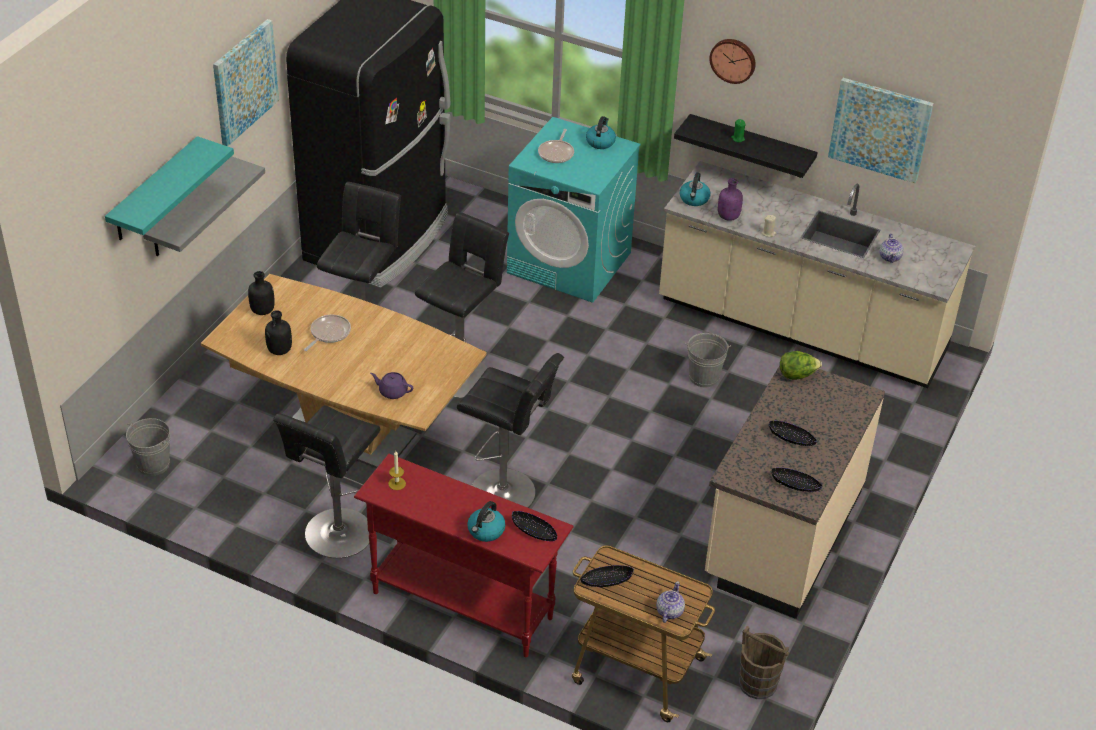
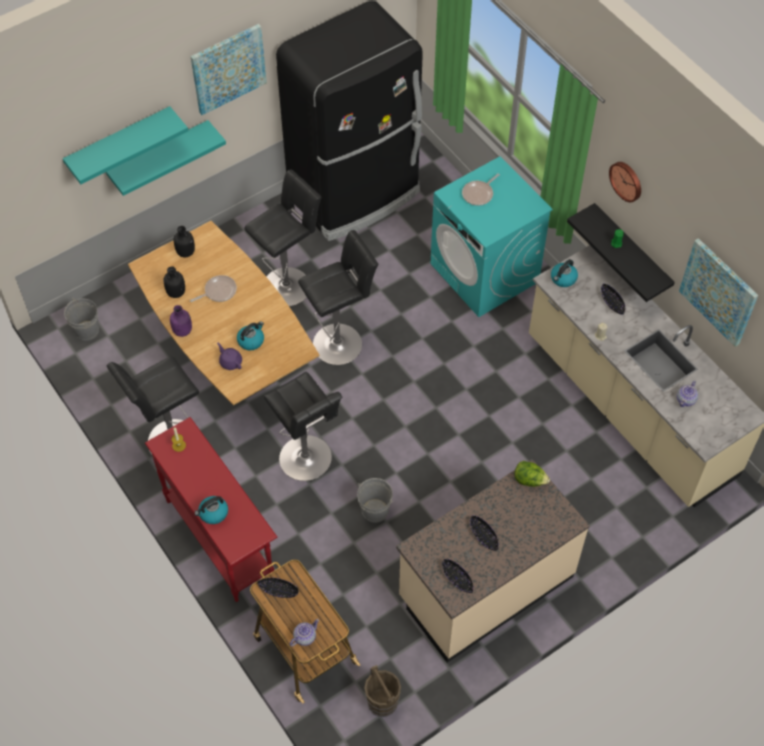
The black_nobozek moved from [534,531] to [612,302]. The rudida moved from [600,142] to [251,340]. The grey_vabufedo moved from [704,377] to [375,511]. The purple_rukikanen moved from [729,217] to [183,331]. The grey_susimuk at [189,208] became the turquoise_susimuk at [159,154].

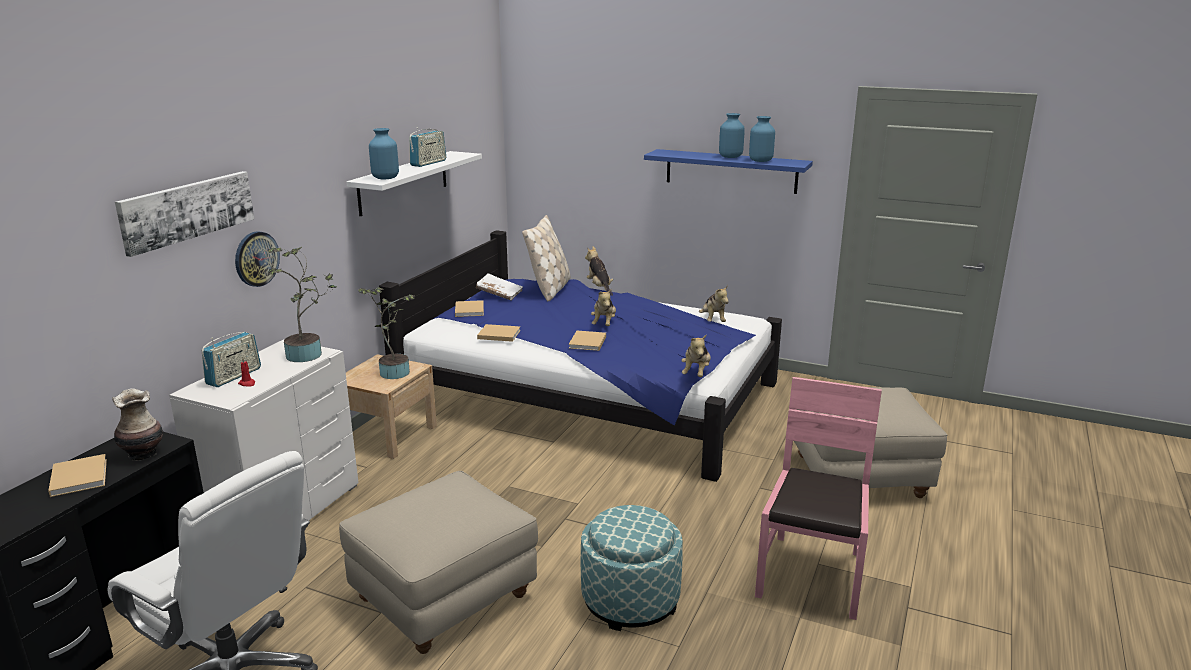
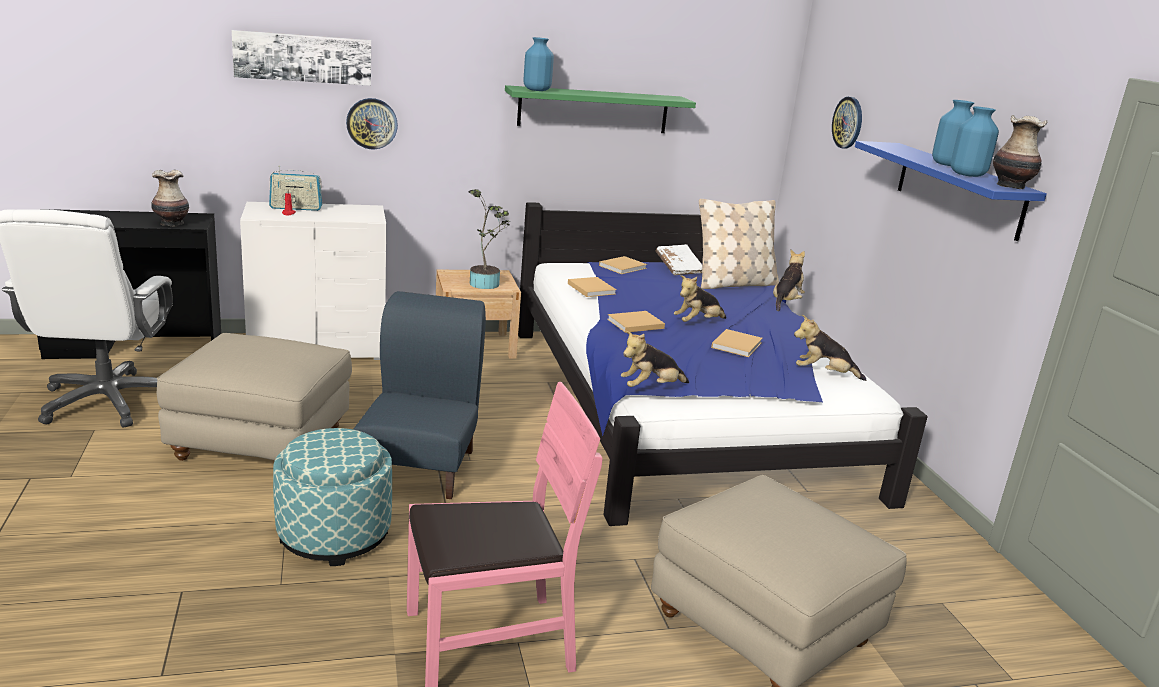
The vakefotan at [308,354] disappeared. The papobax at [428,163] disappeared. The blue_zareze at [420,468] appeared. The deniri at [848,122] appeared. The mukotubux at [1011,186] appeared. The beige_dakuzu moved from [79,476] to [737,344]. The white_susimuk at [404,182] became the green_susimuk at [593,110]. The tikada at [713,320] turned 60 degrees clockwise.

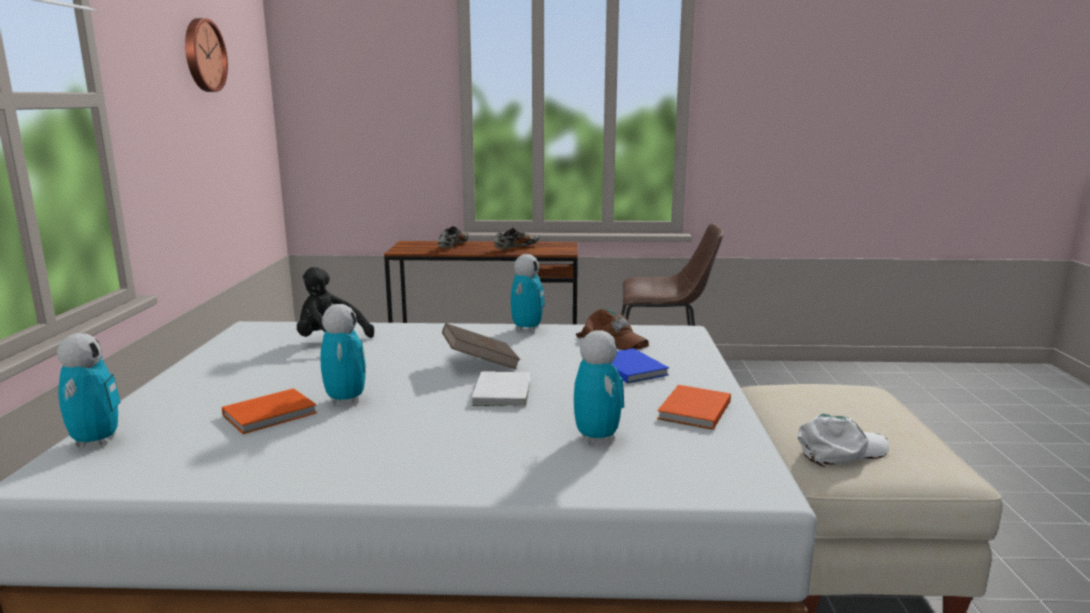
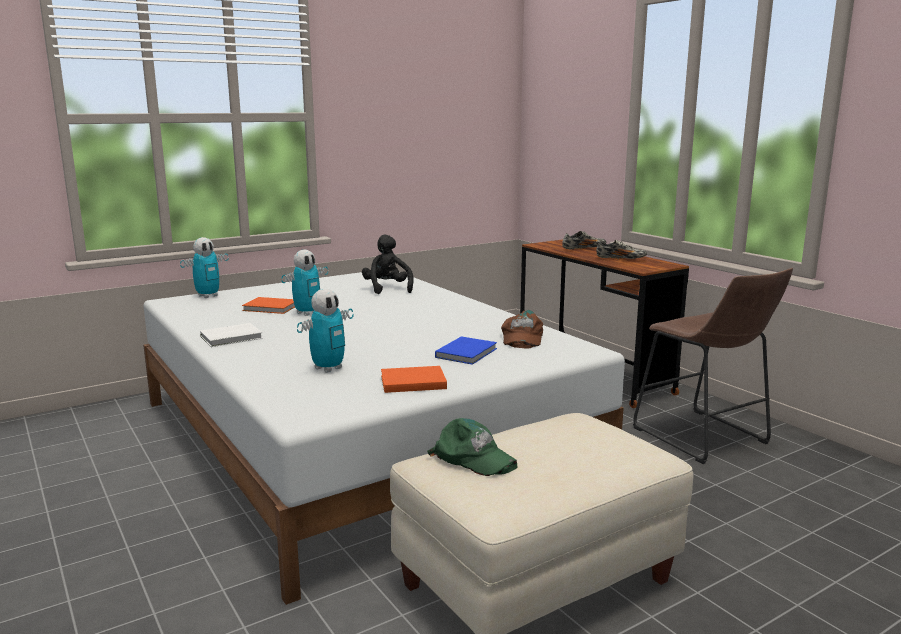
The deniri at [203,55] disappeared. The brown_dakuzu at [480,363] disappeared. The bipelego at [527,329] disappeared. The white_dakuzu moved from [503,391] to [233,337]. The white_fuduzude at [841,450] became the green_fuduzude at [473,458].

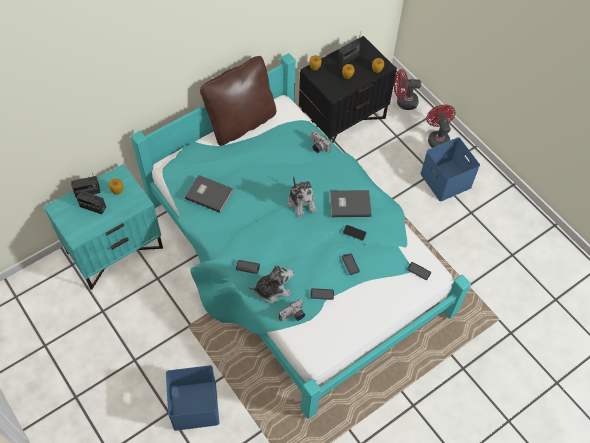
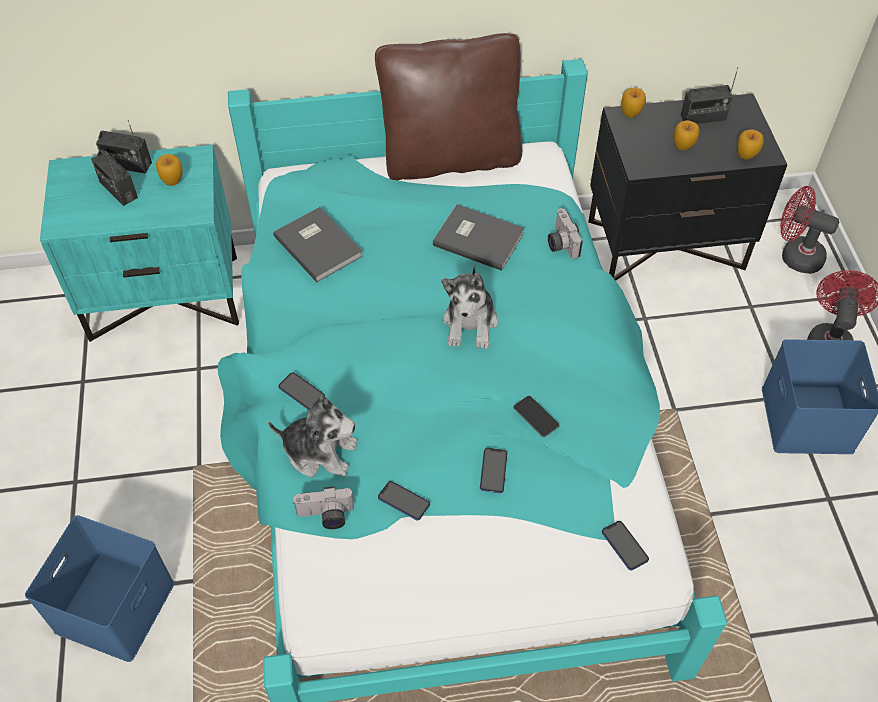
The grey_dakuzu moved from [349,204] to [478,237].

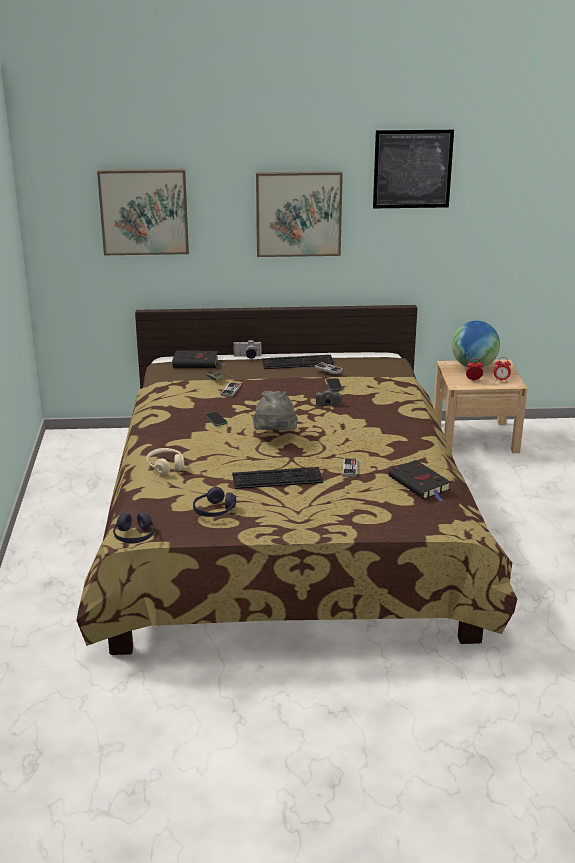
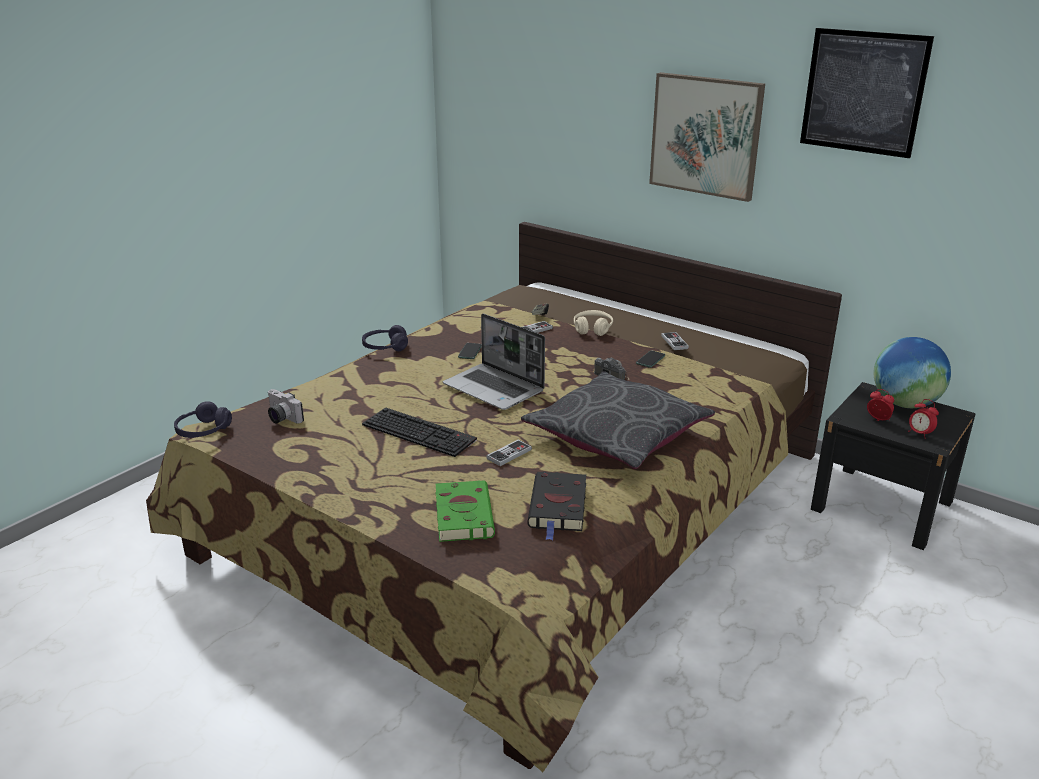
The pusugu at [144,211] disappeared. The black_dakuzu at [197,362] disappeared. The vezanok at [298,362] disappeared. The green_dakuzu at [463,514] appeared. The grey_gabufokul at [617,434] appeared. The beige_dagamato moved from [165,466] to [592,329]. The purple_dagamato moved from [214,511] to [385,347]. The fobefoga moved from [247,357] to [281,418]. The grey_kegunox at [275,436] was replaced by the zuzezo at [495,388]. The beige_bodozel at [475,437] became the black_bodozel at [882,505].

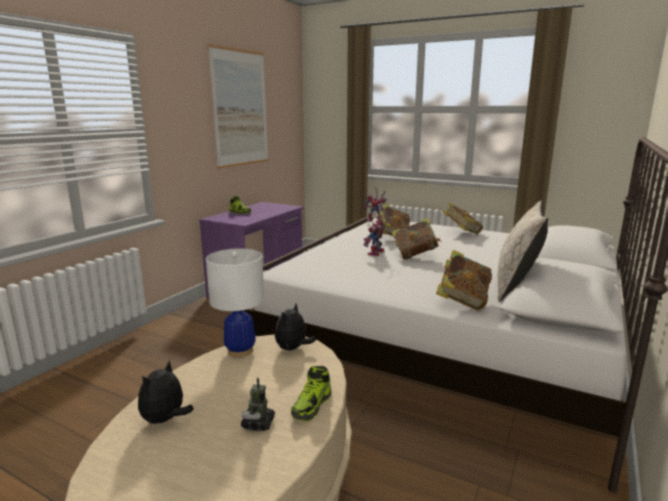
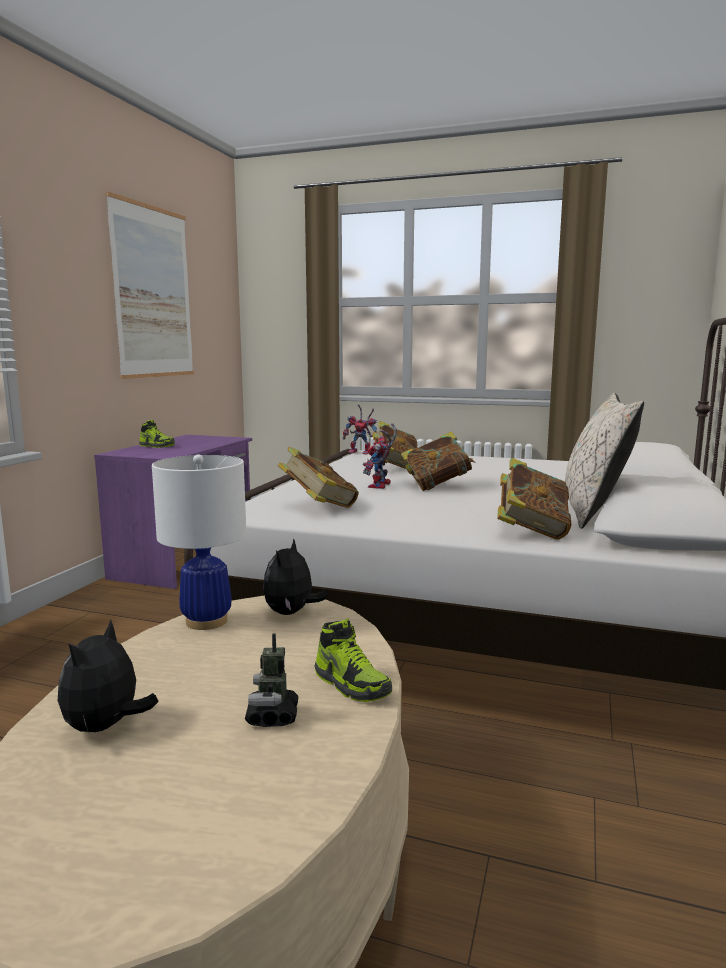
The dakuzu moved from [461,233] to [318,507]. The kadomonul at [312,406] turned 60 degrees counterclockwise.

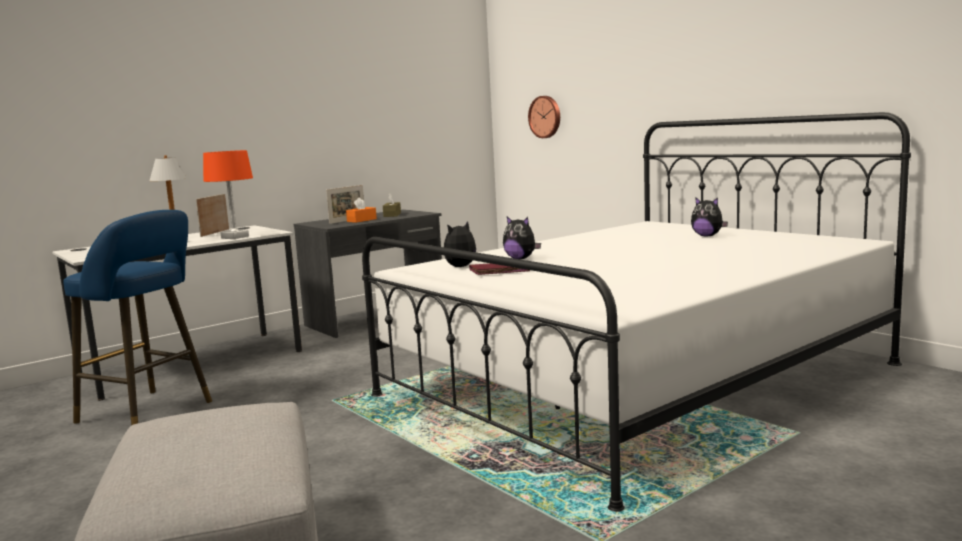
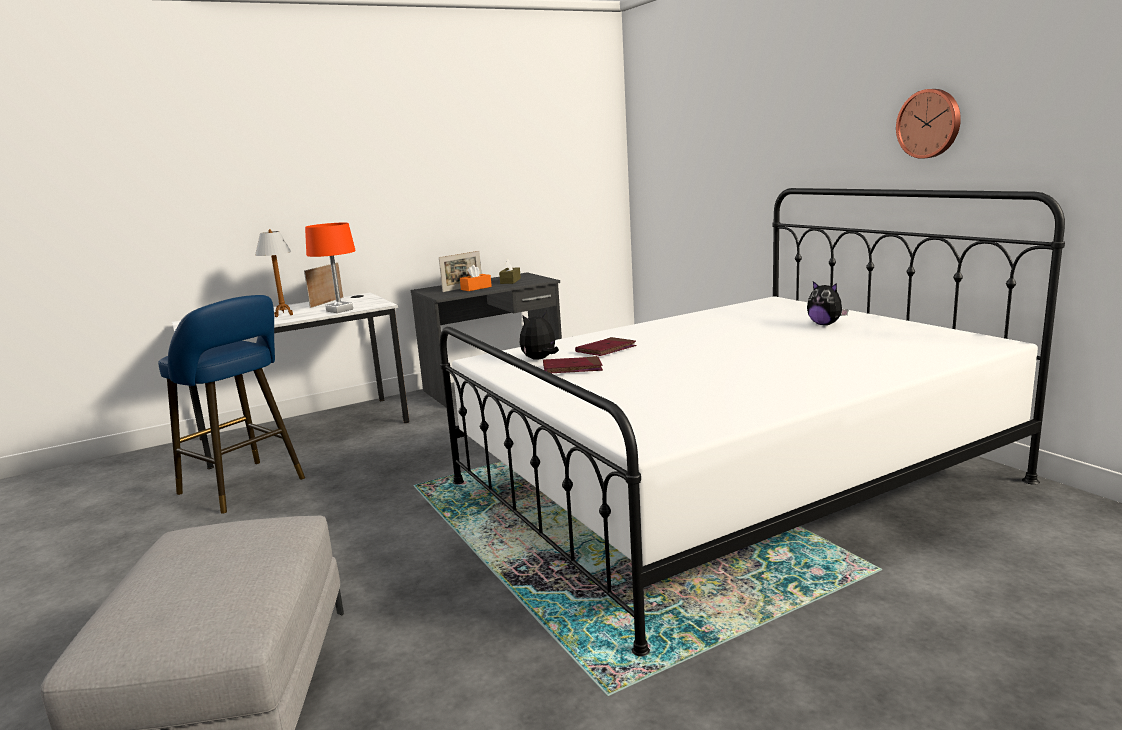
The deniri moved from [545,117] to [929,123]. The tikada at [521,259] was replaced by the red_dakuzu at [606,350].

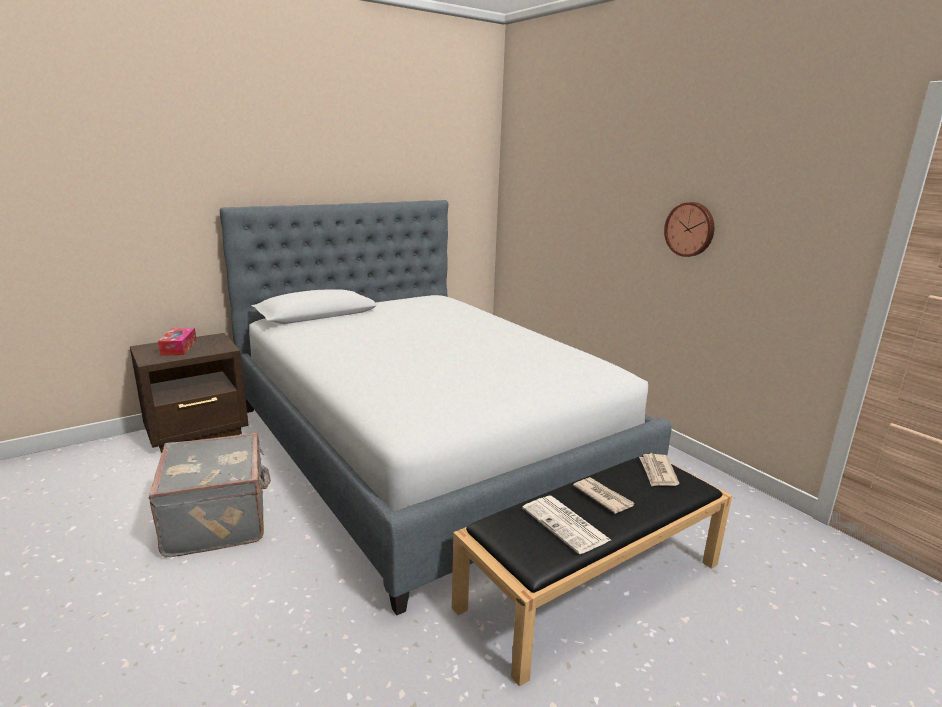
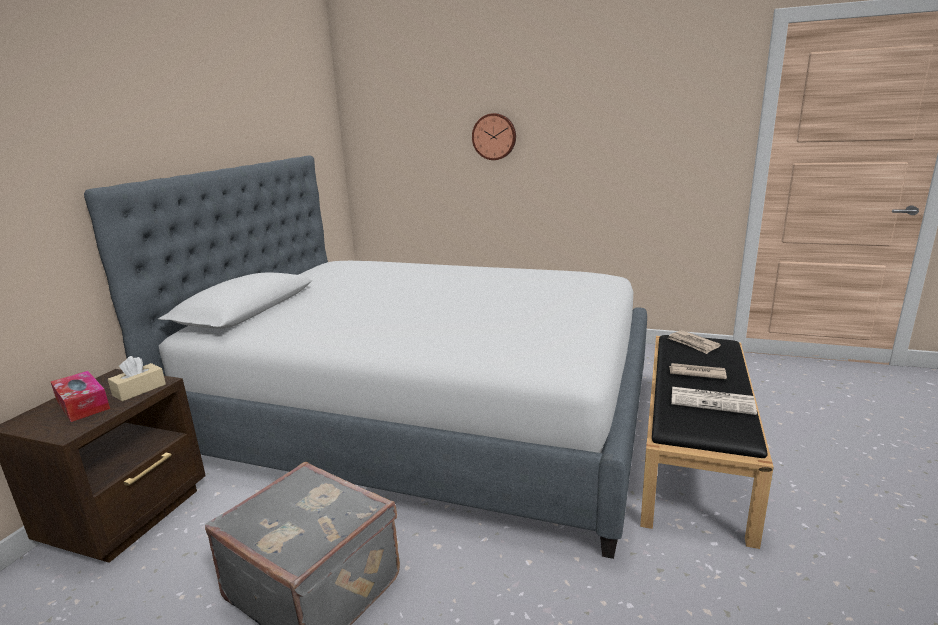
The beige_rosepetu at [139,390] appeared. The deniri moved from [690,229] to [494,136].

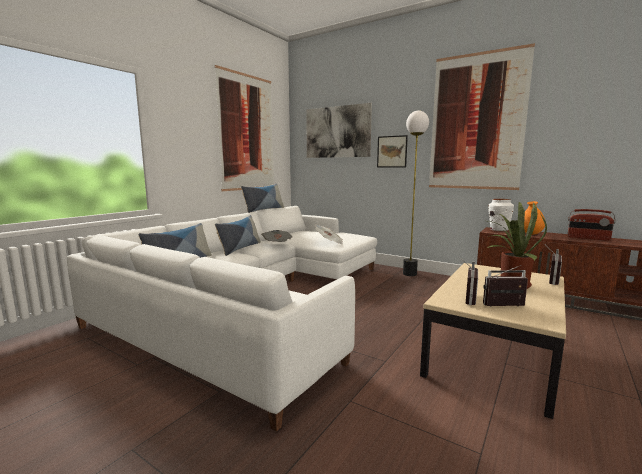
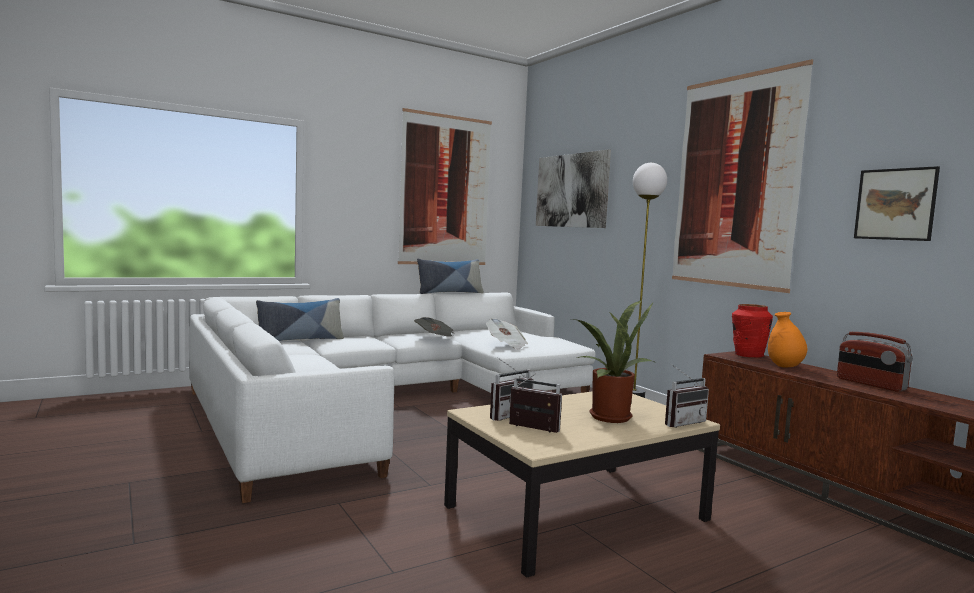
The gabufokul at [240,248] disappeared. The pusugu moved from [392,151] to [895,204]. The white_mukotubux at [498,230] became the red_mukotubux at [748,355].

